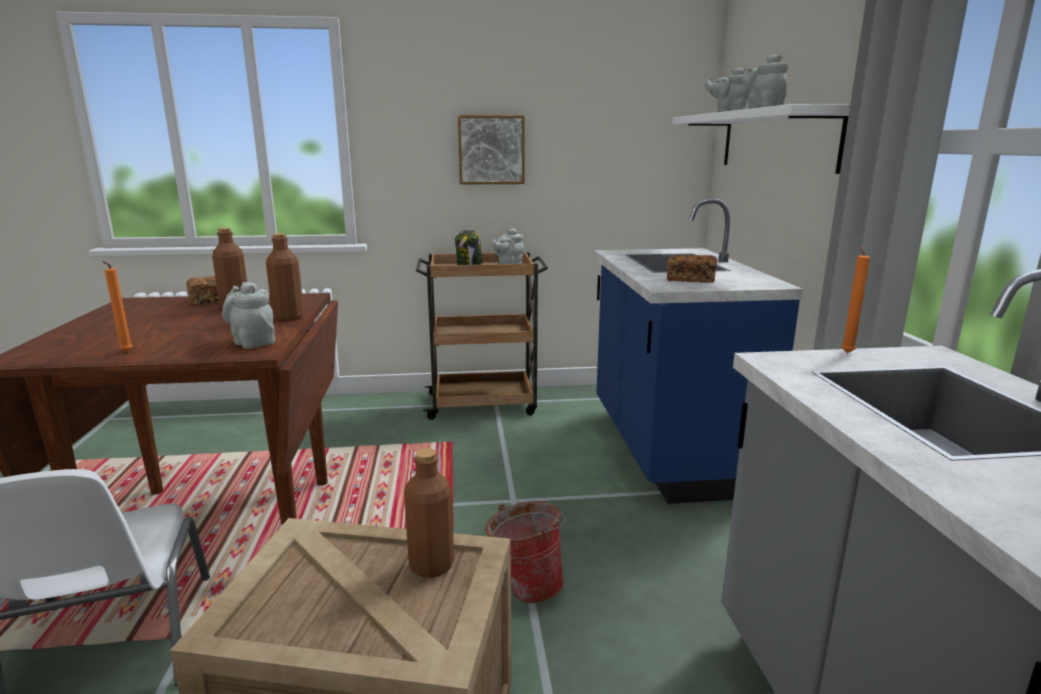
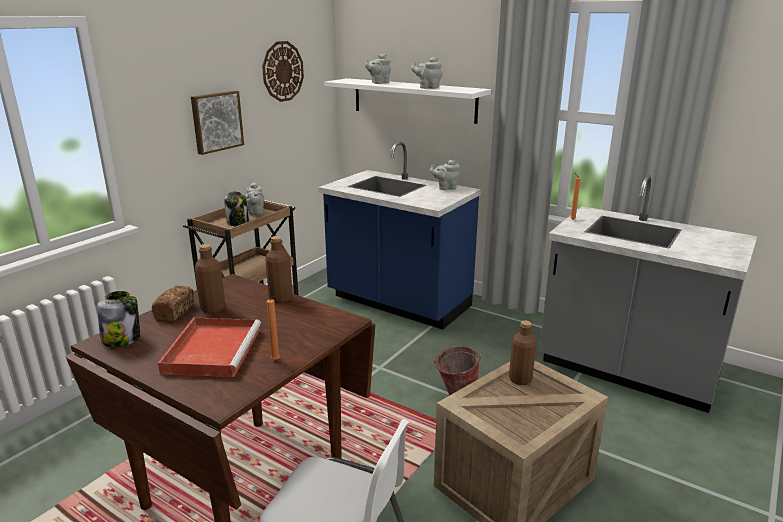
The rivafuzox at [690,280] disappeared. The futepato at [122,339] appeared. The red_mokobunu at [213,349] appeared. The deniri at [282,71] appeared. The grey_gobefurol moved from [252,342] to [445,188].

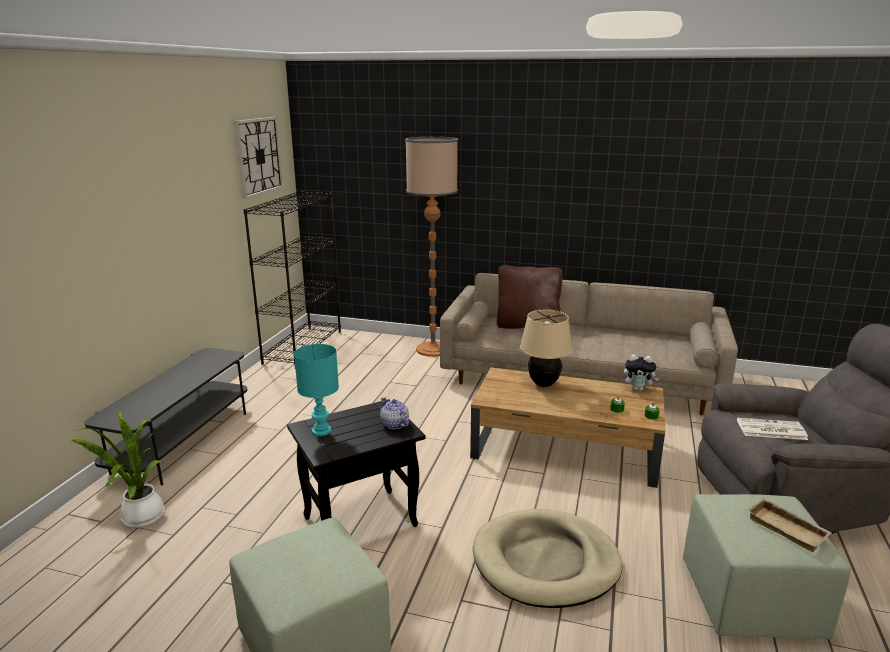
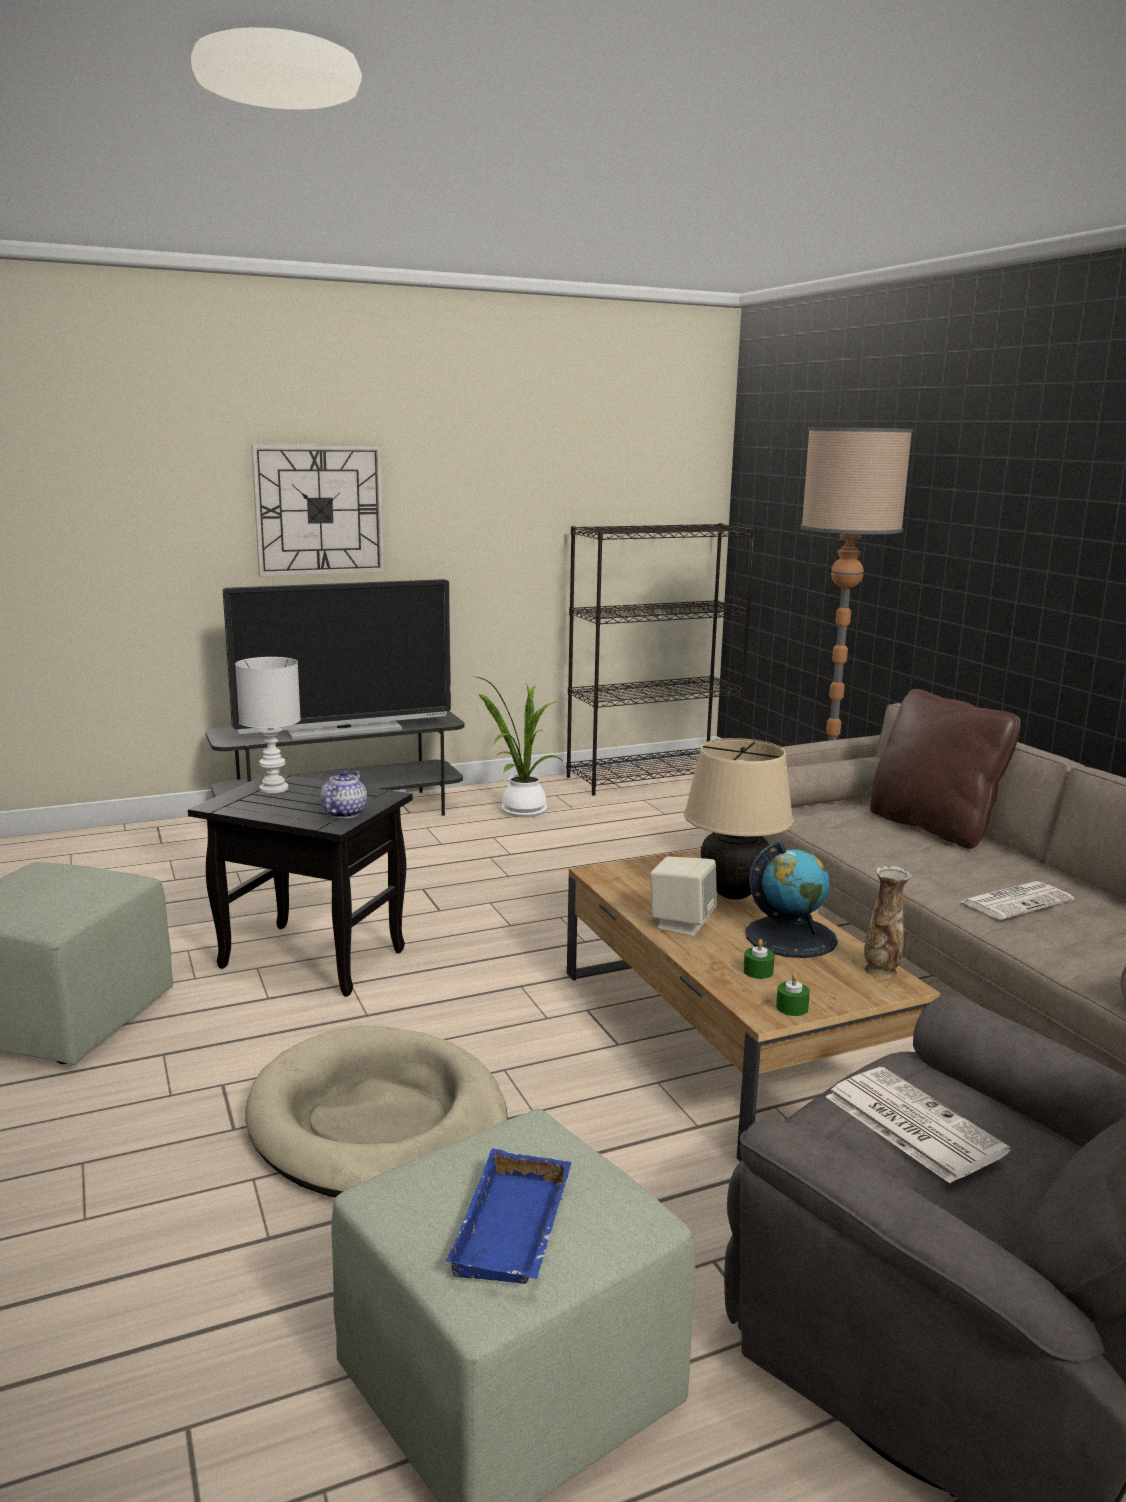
The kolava at [344,730] appeared. The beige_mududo at [681,924] appeared. The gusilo at [791,937] appeared. The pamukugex at [1016,901] appeared. The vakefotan moved from [140,518] to [520,811]. The deniri moved from [258,156] to [319,510]. The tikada at [638,389] was replaced by the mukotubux at [881,971]. The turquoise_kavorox at [320,431] became the white_kavorox at [273,788]. The beige_mokobunu at [788,528] became the blue_mokobunu at [516,1230].

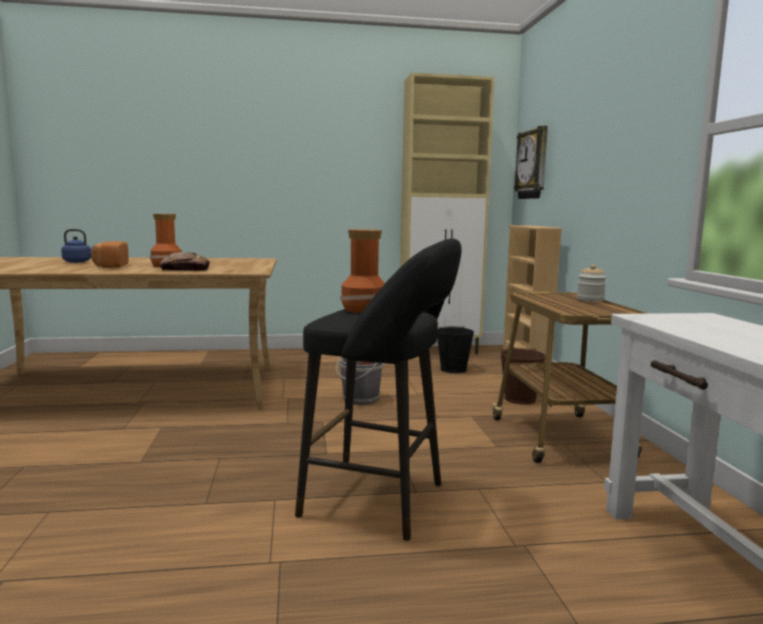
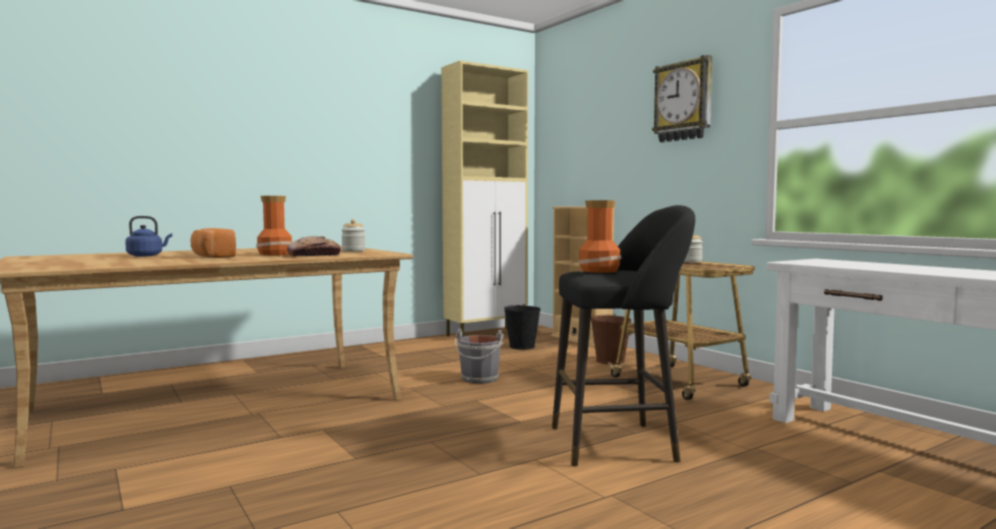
The futepato at [353,250] appeared. The deniri moved from [533,164] to [683,101].

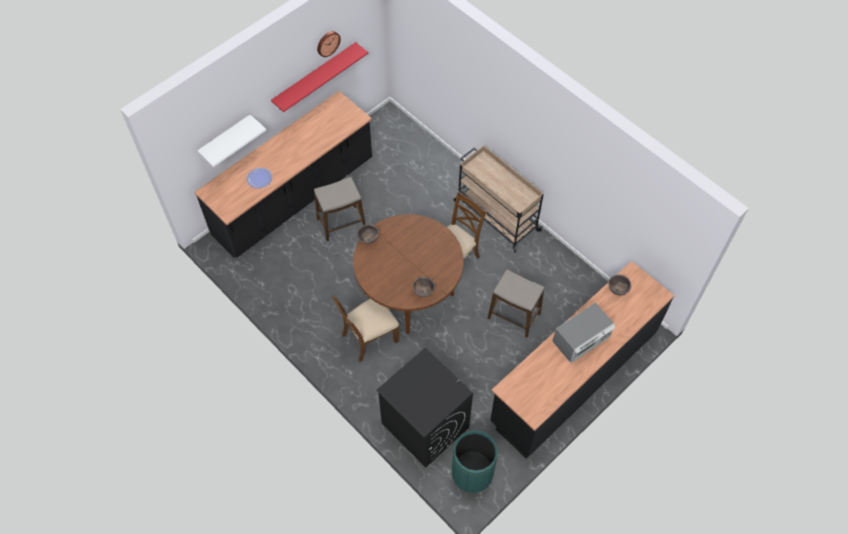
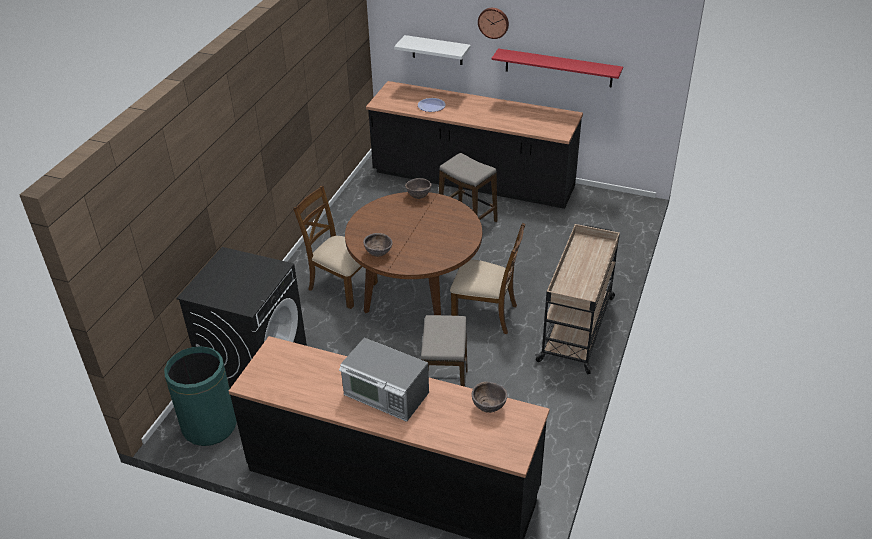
The deniri moved from [327,43] to [493,22].

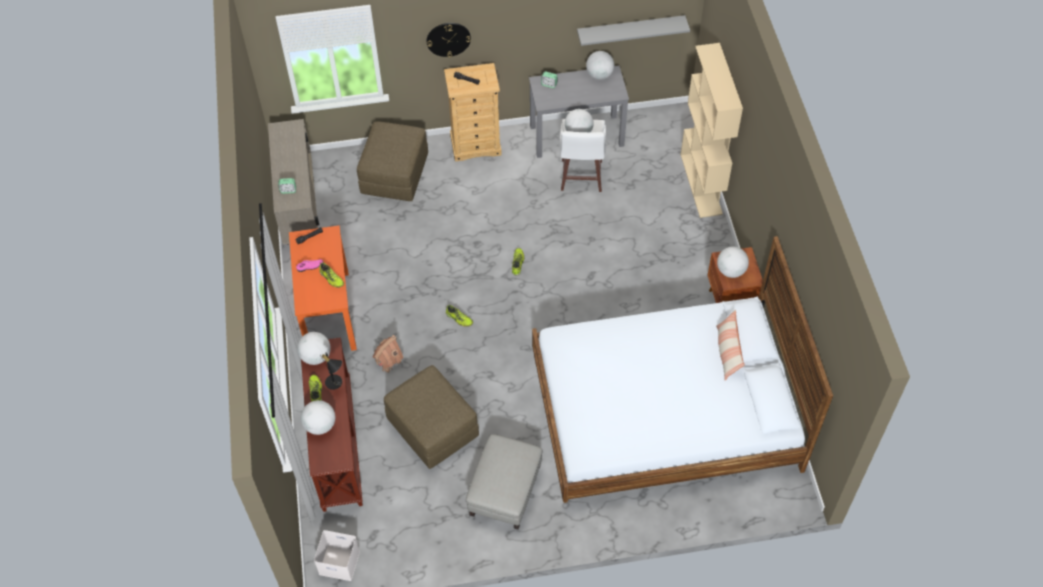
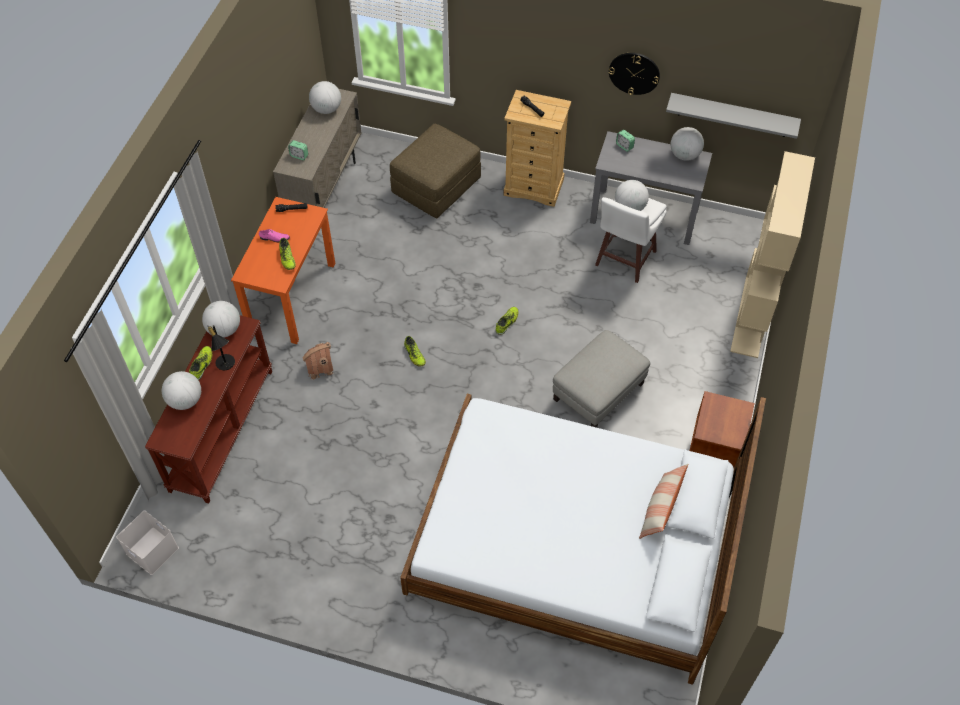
The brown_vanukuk at [432,428] disappeared. The deniri moved from [448,39] to [634,73]. The grey_vanukuk moved from [505,491] to [598,392]. The gusilo moved from [731,271] to [326,109].

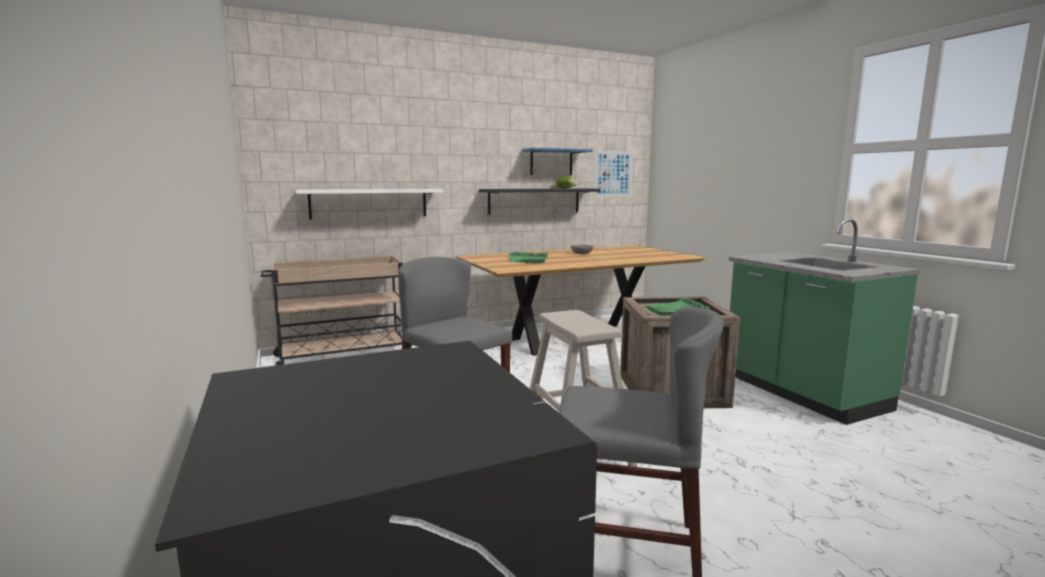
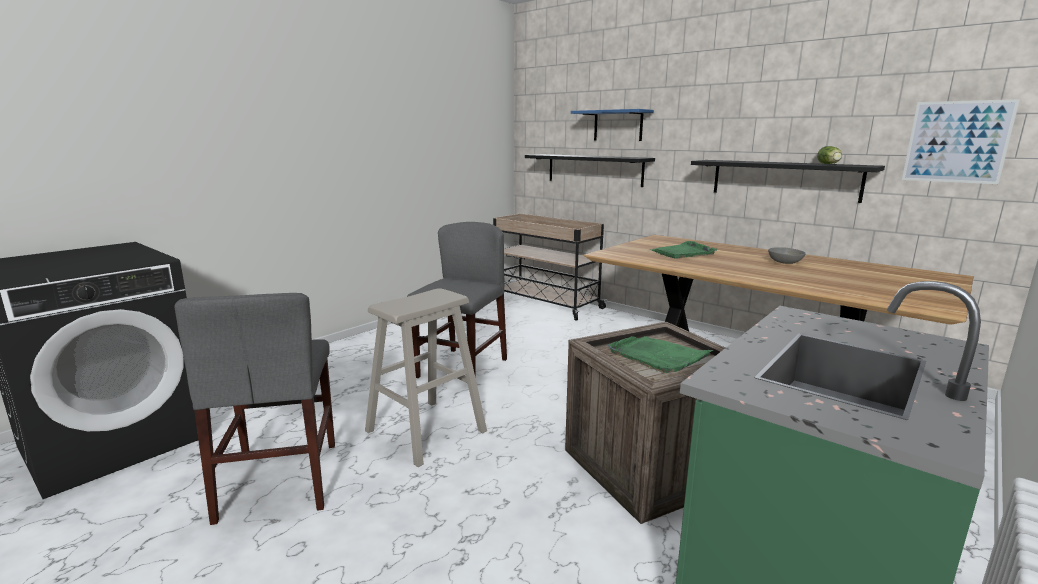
The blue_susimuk moved from [551,162] to [618,125]. The white_susimuk at [369,203] became the black_susimuk at [594,169].

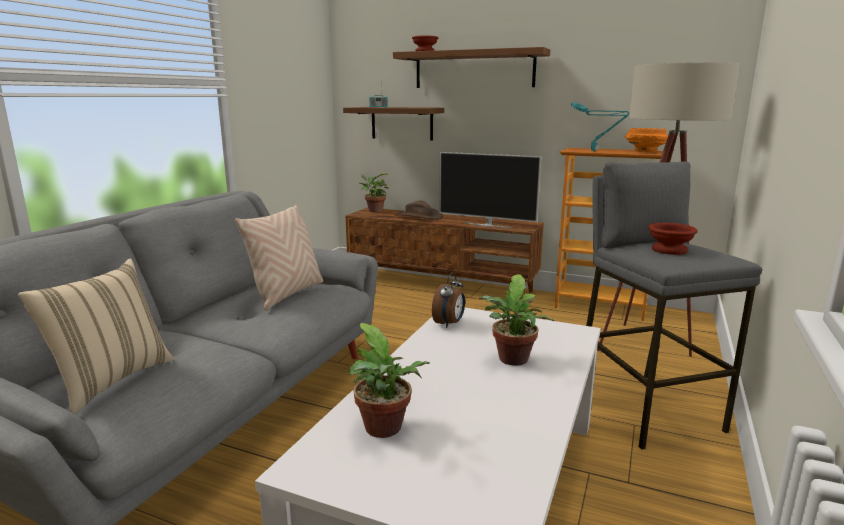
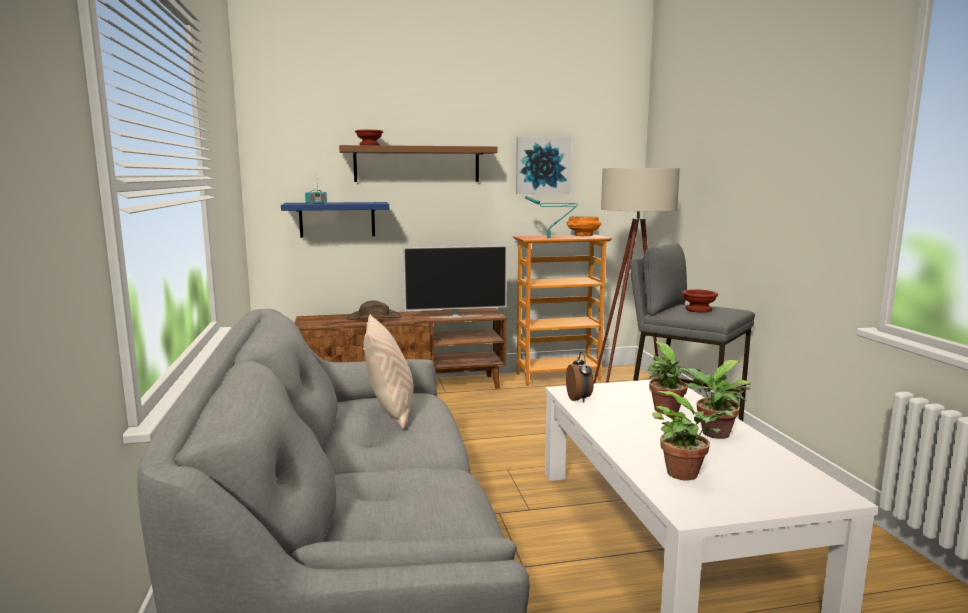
The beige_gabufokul at [111,380] disappeared. The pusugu at [542,165] appeared. The vakefotan moved from [373,210] to [712,434]. The brown_susimuk at [402,123] became the blue_susimuk at [337,219].

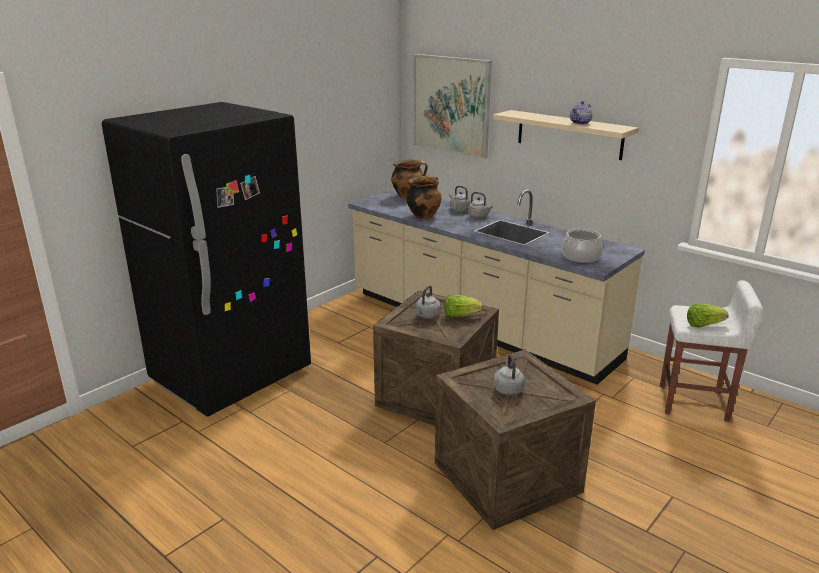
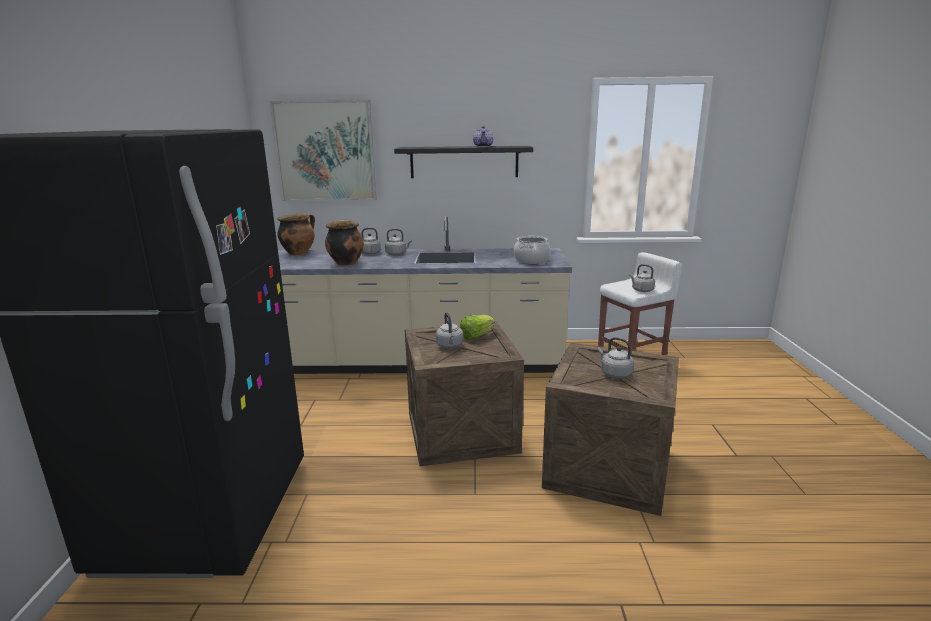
The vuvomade at [703,325] was replaced by the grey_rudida at [641,290]. The beige_susimuk at [569,134] became the black_susimuk at [464,162].

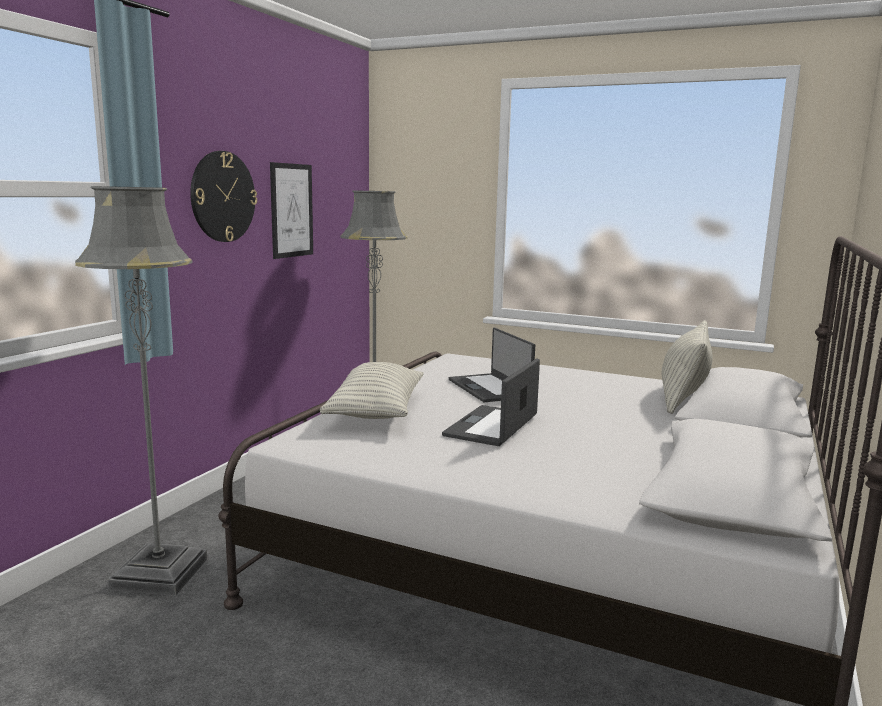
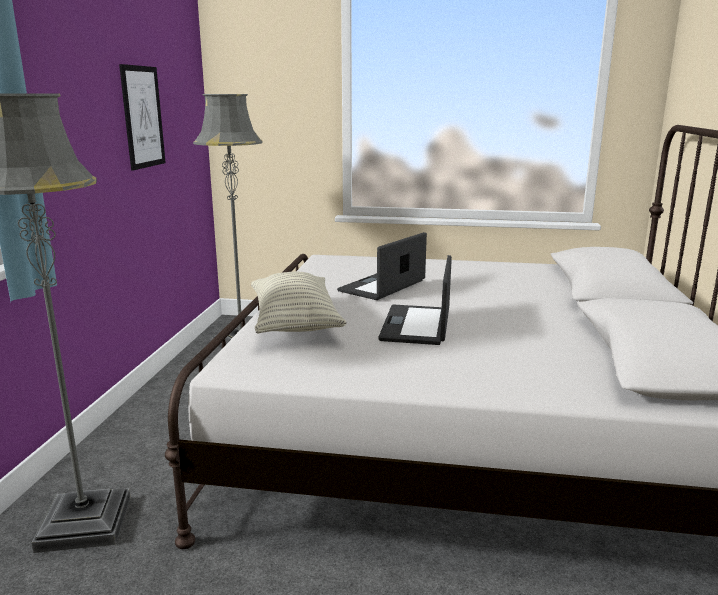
The deniri at [223,196] disappeared. The gabufokul at [683,397] disappeared. The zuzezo at [490,388] turned 75 degrees clockwise.

